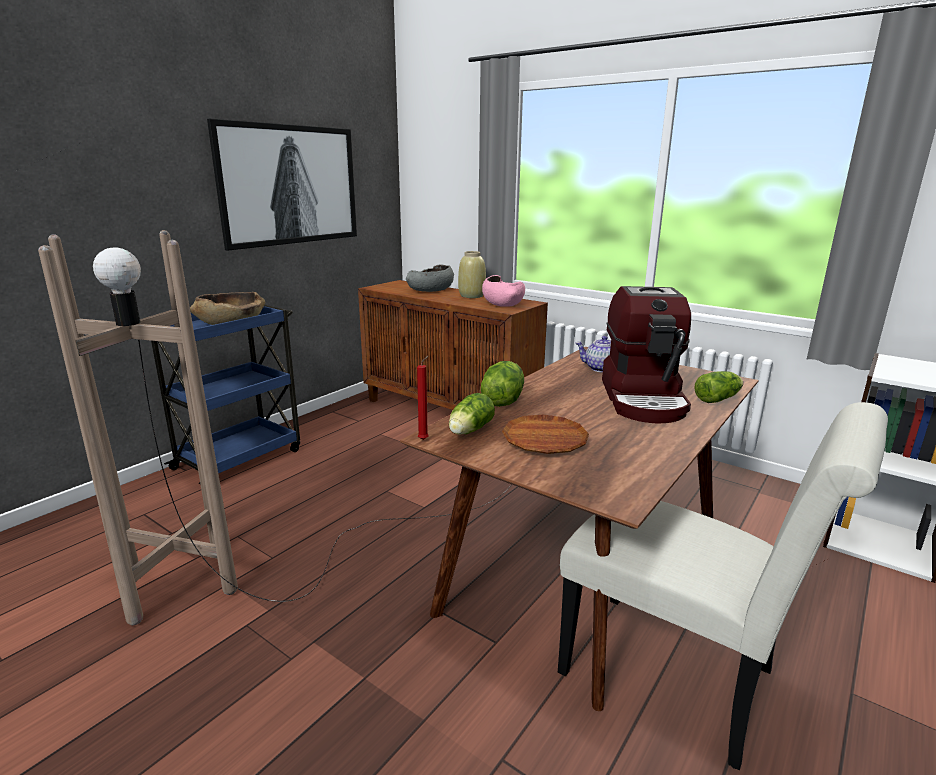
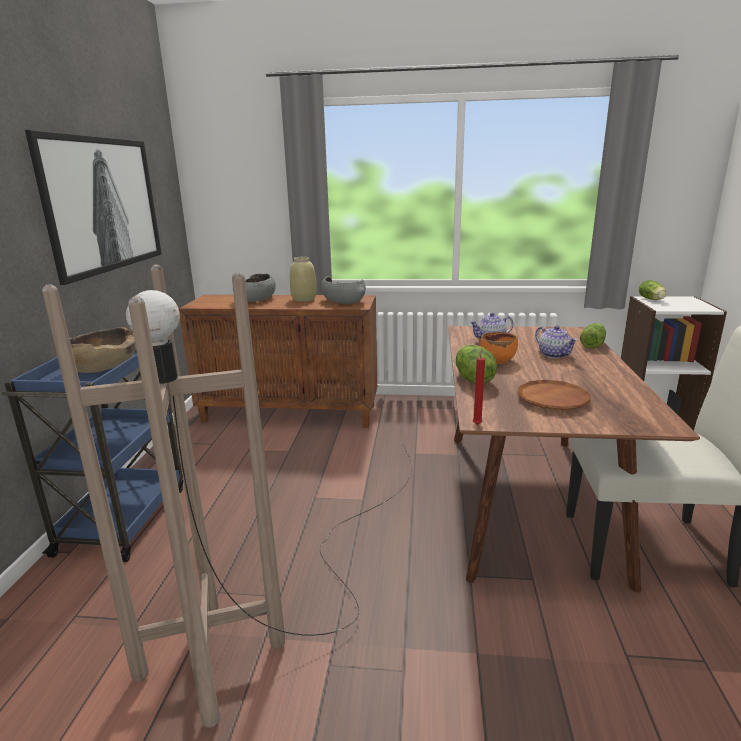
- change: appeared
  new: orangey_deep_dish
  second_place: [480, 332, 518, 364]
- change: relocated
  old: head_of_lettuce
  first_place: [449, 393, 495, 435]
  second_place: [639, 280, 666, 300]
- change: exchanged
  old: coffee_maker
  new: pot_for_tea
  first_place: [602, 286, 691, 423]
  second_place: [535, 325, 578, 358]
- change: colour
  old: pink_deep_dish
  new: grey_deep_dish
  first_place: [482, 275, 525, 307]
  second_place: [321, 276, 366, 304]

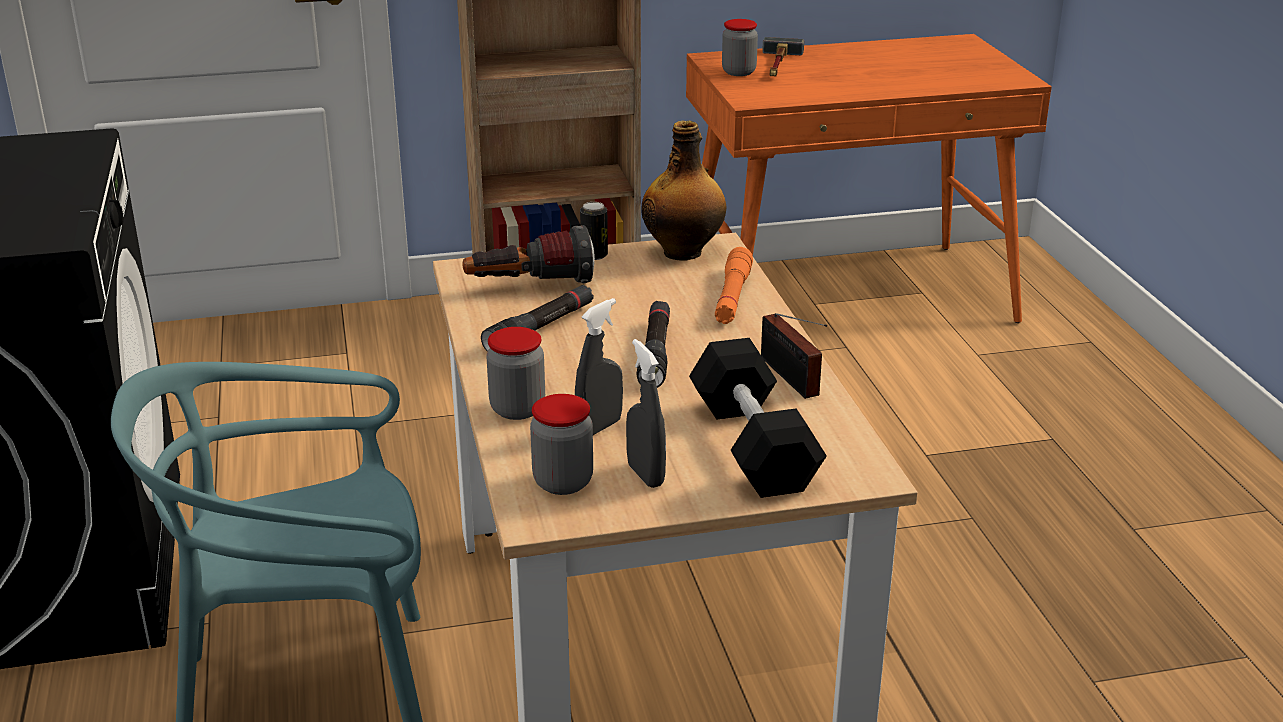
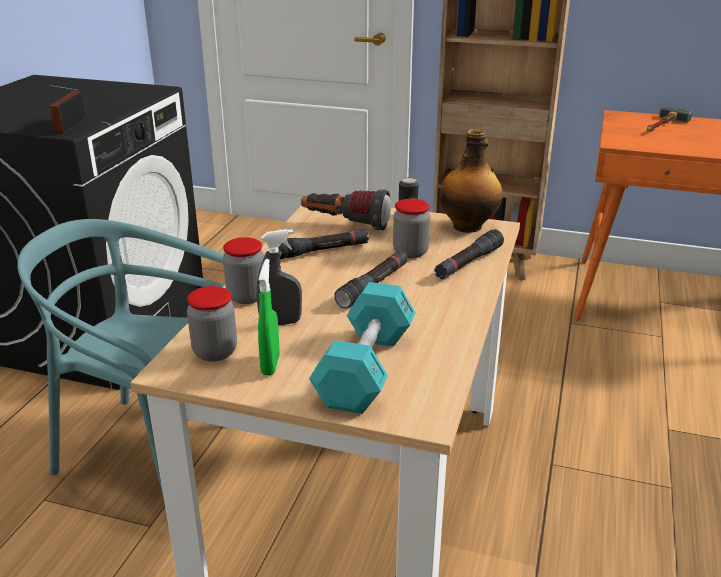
- change: relocated
  old: storage_jar
  first_place: [722, 19, 758, 76]
  second_place: [393, 199, 430, 258]
- change: relocated
  old: radio_set
  first_place: [761, 313, 827, 399]
  second_place: [48, 85, 87, 134]
- change: colour
  old: grey_hand_sprayer
  new: greenish_hand_sprayer
  first_place: [626, 339, 666, 488]
  second_place: [258, 259, 280, 375]
- change: colour
  old: blackish_dumbbell
  new: turquoise-coloured_dumbbell
  first_place: [689, 338, 827, 498]
  second_place: [309, 282, 415, 414]
- change: colour
  old: orangey_hand_torch
  new: blackish_hand_torch
  first_place: [715, 247, 753, 324]
  second_place: [434, 229, 504, 279]

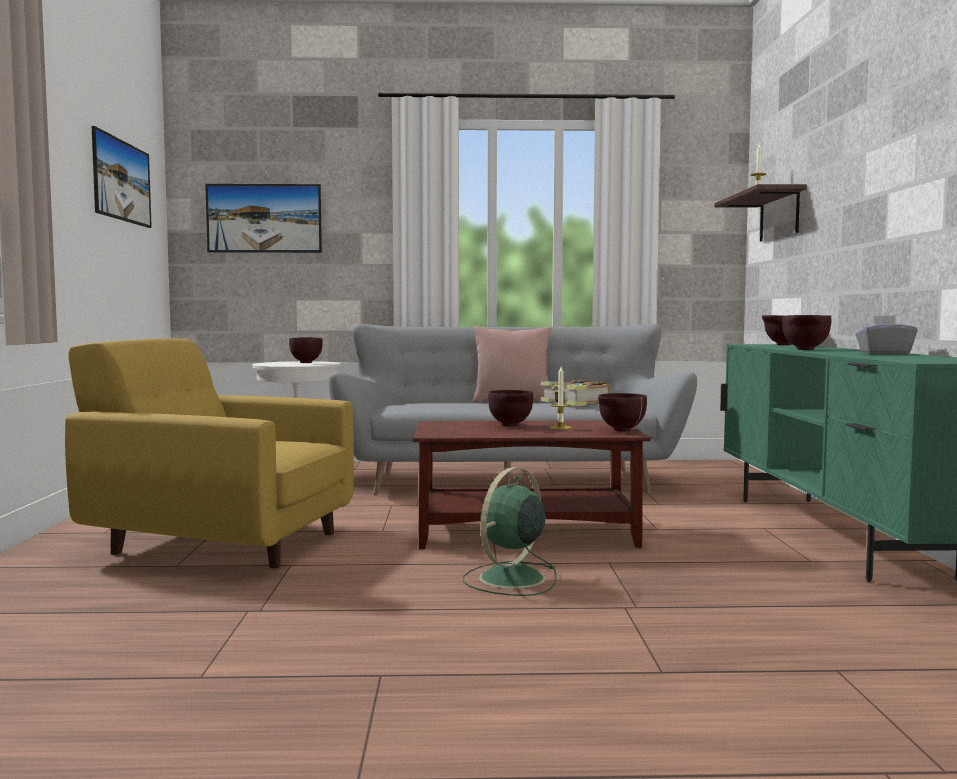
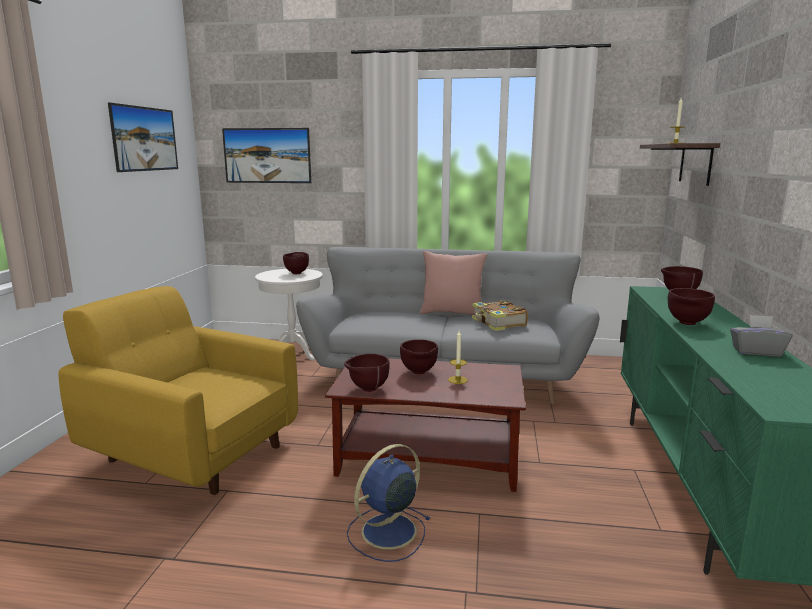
- change: relocated
  old: brown-coloured_deep_dish
  first_place: [598, 393, 647, 432]
  second_place: [344, 354, 390, 392]
- change: colour
  old: greenish_cooling_fan
  new: blue-coloured_cooling_fan
  first_place: [463, 467, 557, 596]
  second_place: [347, 444, 430, 562]

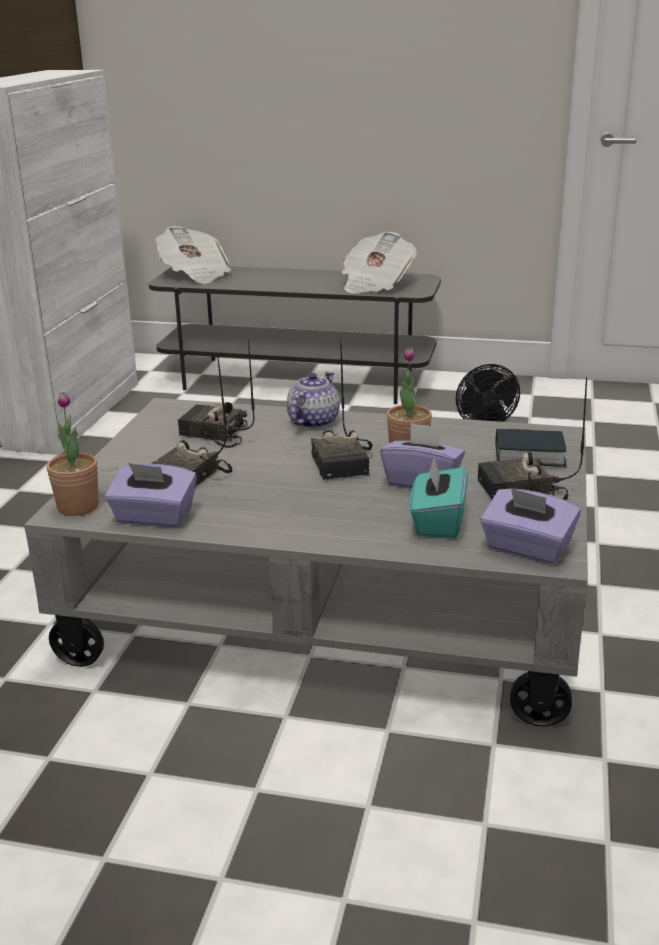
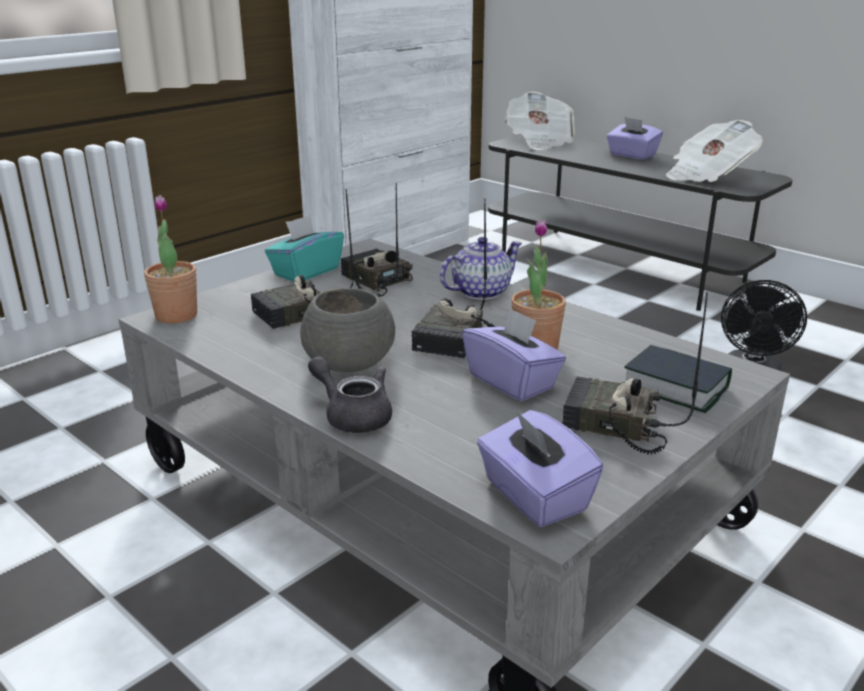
- change: appeared
  new: grey_deep_dish
  second_place: [300, 288, 395, 372]
- change: appeared
  new: grey_pot_for_tea
  second_place: [308, 356, 392, 433]
- change: relocated
  old: purple-coloured_box_of_tissues
  first_place: [105, 463, 197, 527]
  second_place: [607, 117, 663, 160]
- change: relocated
  old: turquoise-coloured_box_of_tissues
  first_place: [410, 458, 468, 538]
  second_place: [265, 215, 344, 282]

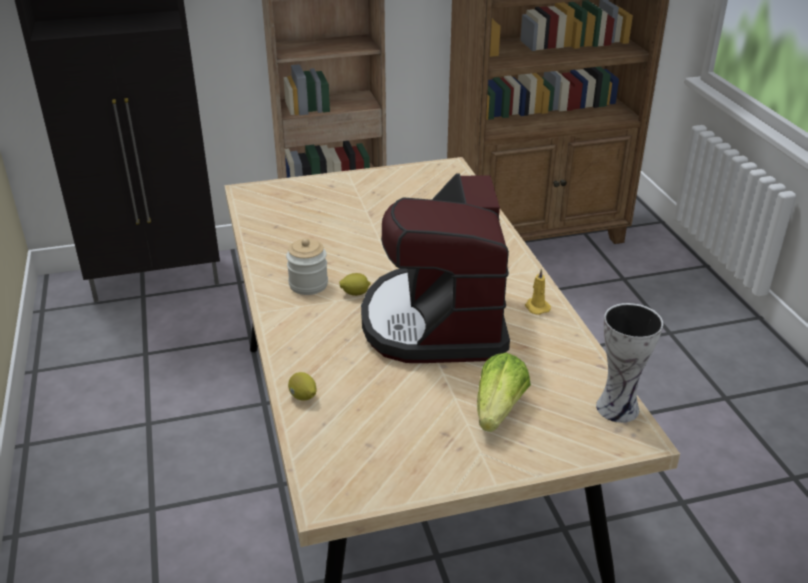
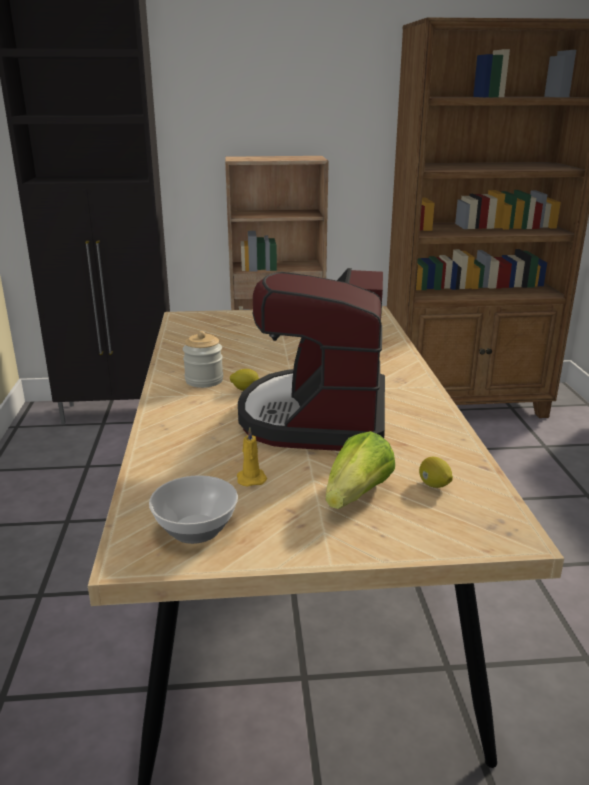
- change: missing
  old: vase
  first_place: [596, 303, 663, 423]
- change: appeared
  new: deep_dish
  second_place: [149, 475, 238, 544]
- change: relocated
  old: lemon
  first_place: [288, 372, 317, 400]
  second_place: [419, 457, 453, 488]
- change: relocated
  old: yellow-coloured_candle
  first_place: [525, 268, 551, 315]
  second_place: [237, 427, 267, 487]

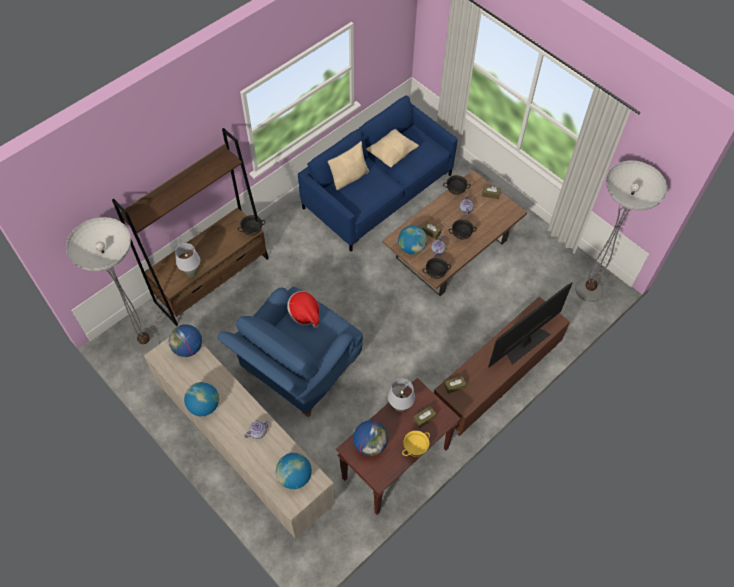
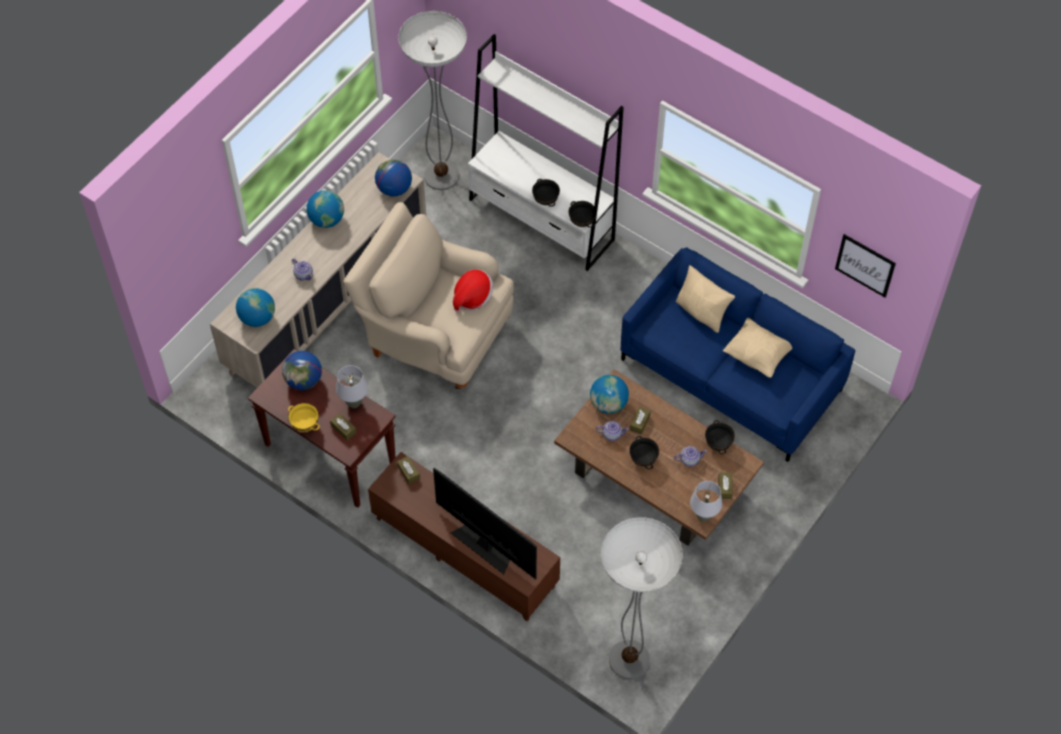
- change: appeared
  new: picture
  second_place: [835, 234, 896, 298]
- change: relocated
  old: grey_table_lamp
  first_place: [175, 243, 200, 277]
  second_place: [690, 481, 722, 522]
- change: relocated
  old: blackish_deep_dish
  first_place: [422, 257, 451, 279]
  second_place: [532, 179, 560, 207]
- change: colour
  old: brown-coloured_shelving_unit
  new: white_shelving_unit
  first_place: [112, 128, 269, 326]
  second_place: [468, 34, 624, 271]
- change: colour
  old: blue-coloured_armchair
  new: beige_armchair
  first_place: [218, 287, 363, 417]
  second_place: [343, 202, 514, 389]

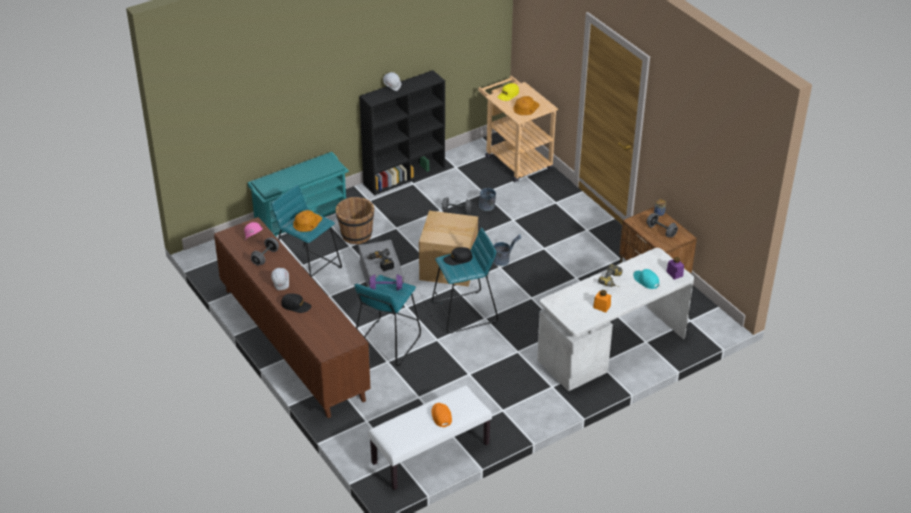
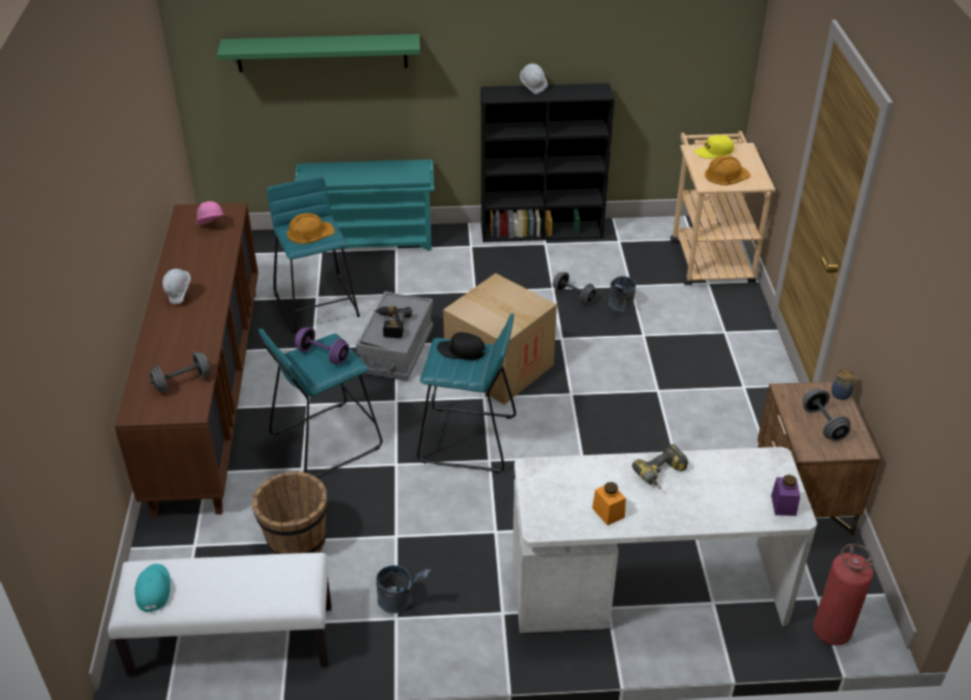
- change: missing
  old: blackish_peaked_cap
  first_place: [281, 293, 312, 313]
- change: missing
  old: orangey_peaked_cap
  first_place: [431, 403, 452, 427]
- change: appeared
  new: greenish_wall_shelf
  second_place: [217, 34, 420, 72]
- change: appeared
  new: fire_extinguisher
  second_place: [813, 544, 874, 645]
- change: relocated
  old: grey_dumbbell
  first_place: [251, 238, 279, 265]
  second_place: [150, 352, 211, 392]
- change: relocated
  old: brown-coloured_water_bucket
  first_place: [335, 197, 374, 244]
  second_place: [252, 471, 328, 554]
- change: relocated
  old: grey_water_bucket
  first_place: [493, 234, 521, 266]
  second_place: [376, 565, 431, 614]
- change: relocated
  old: turquoise-coloured_peaked_cap
  first_place: [633, 269, 659, 289]
  second_place: [135, 564, 170, 613]

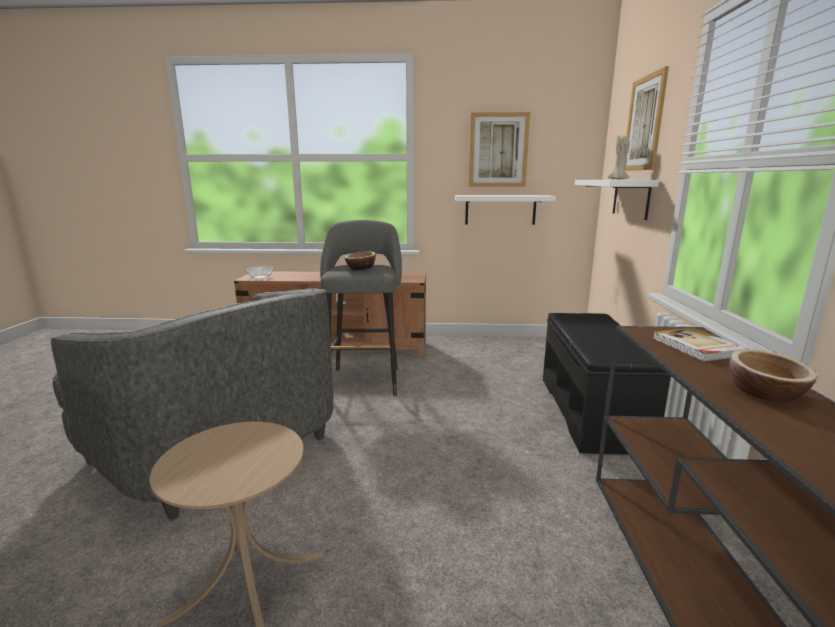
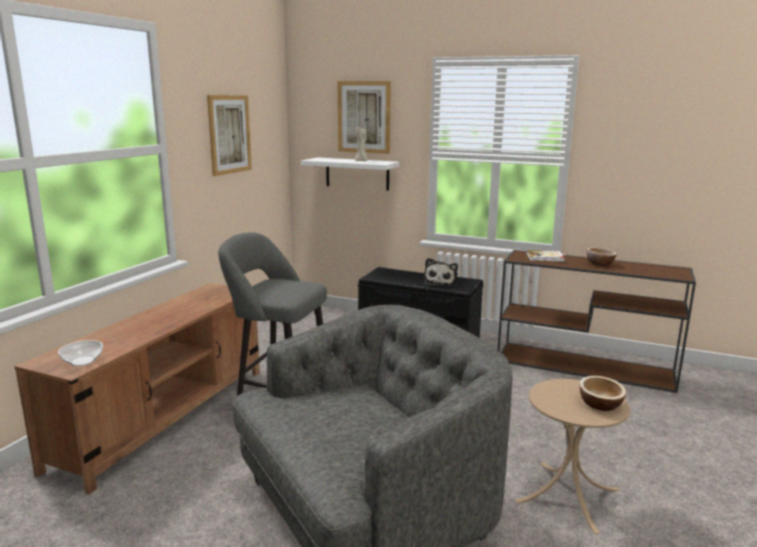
- change: missing
  old: white_wall_shelf
  first_place: [455, 195, 556, 225]
- change: appeared
  new: cuddly_toy
  second_place: [424, 258, 458, 287]
- change: relocated
  old: deep_dish
  first_place: [345, 251, 376, 270]
  second_place: [579, 376, 626, 411]

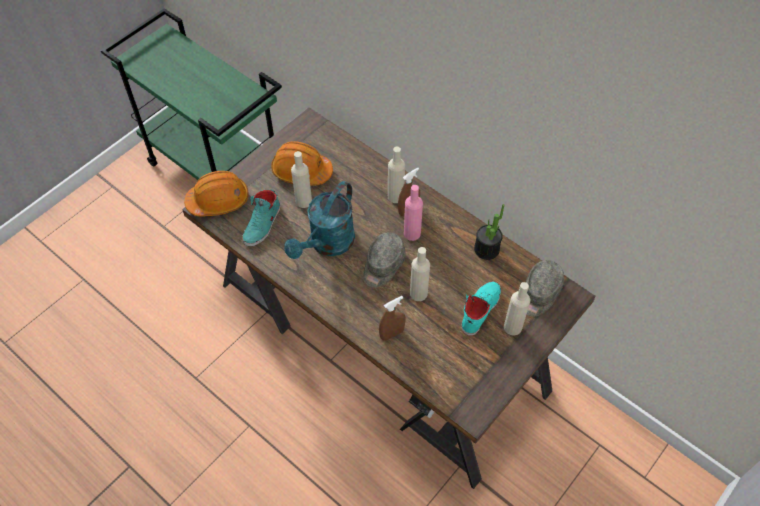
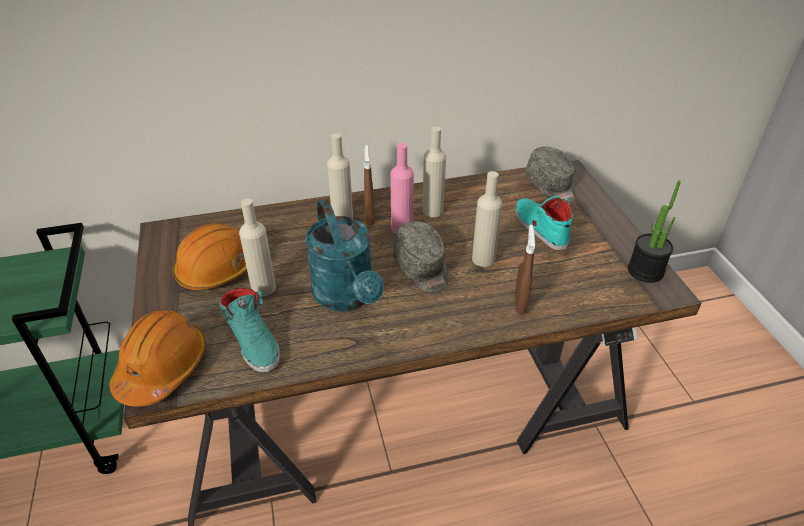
- change: relocated
  old: houseplant
  first_place: [474, 204, 504, 260]
  second_place: [628, 180, 681, 283]
- change: relocated
  old: beige_bottle
  first_place: [504, 282, 530, 335]
  second_place: [422, 126, 446, 217]

